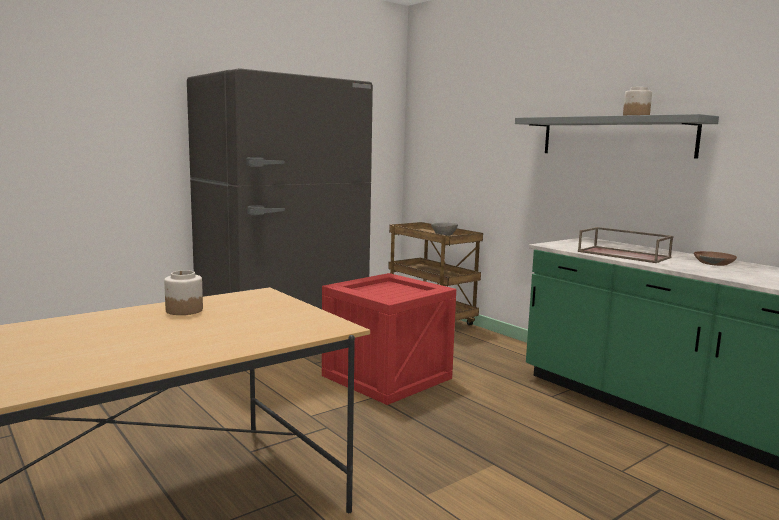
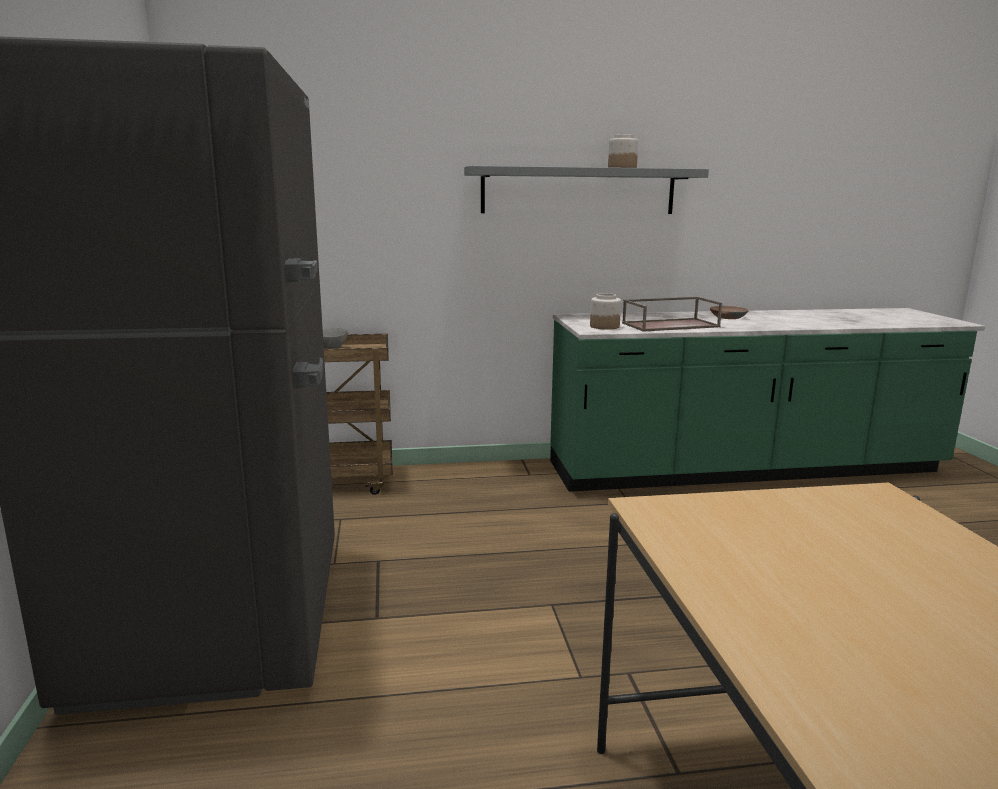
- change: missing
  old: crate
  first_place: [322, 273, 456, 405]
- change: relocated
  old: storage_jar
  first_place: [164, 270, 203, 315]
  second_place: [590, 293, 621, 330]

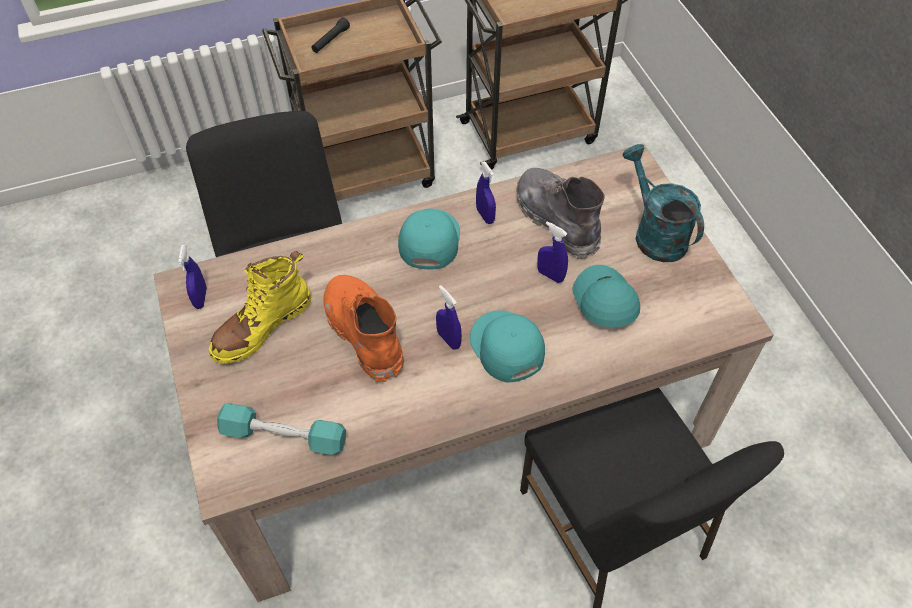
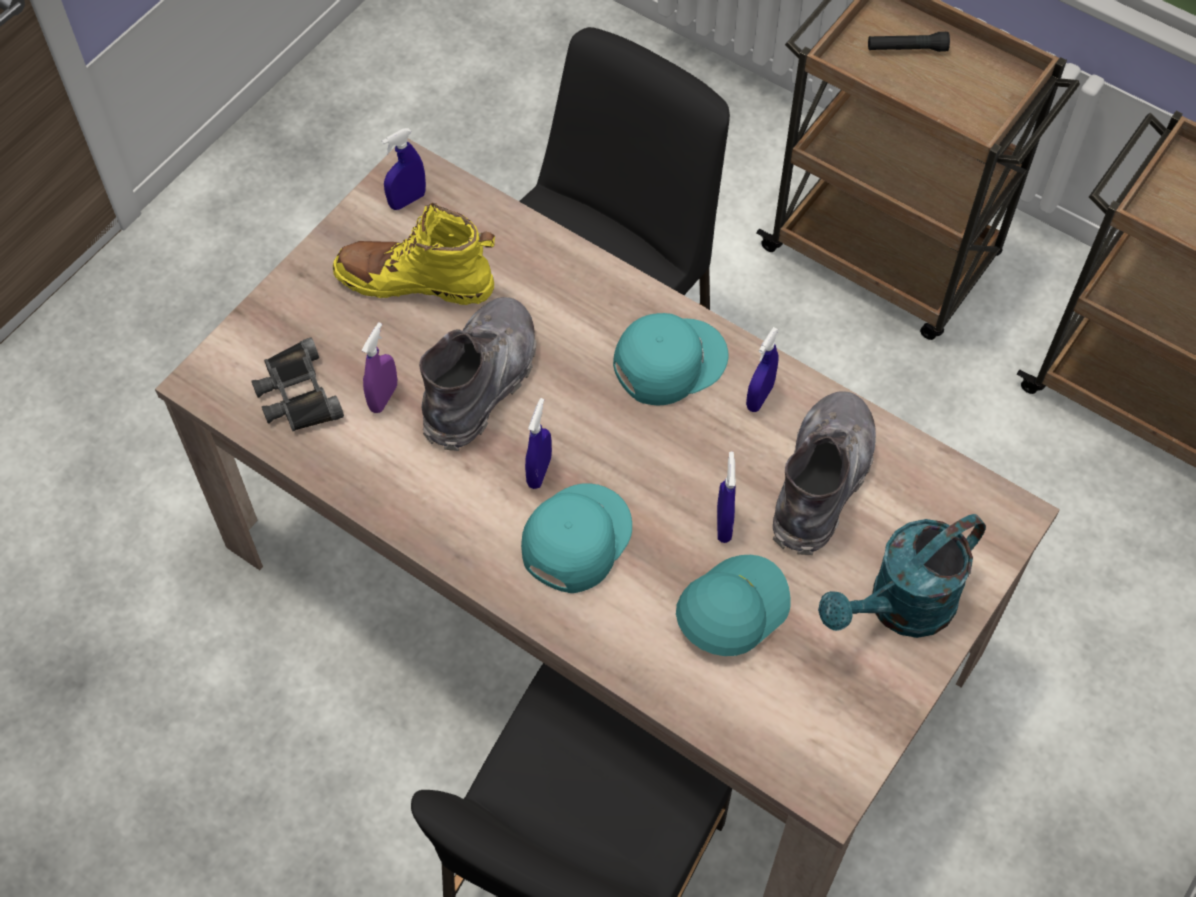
- change: appeared
  new: purple-coloured_hand_sprayer
  second_place: [362, 322, 397, 413]
- change: exchanged
  old: turquoise-coloured_dumbbell
  new: blackish_pair_of_binoculars
  first_place: [217, 403, 346, 455]
  second_place: [251, 337, 344, 431]
- change: colour
  old: orangey_tall_boot
  new: grey_tall_boot
  first_place: [323, 275, 404, 382]
  second_place: [419, 297, 536, 451]
- change: spun
  old: turquoise-coloured_watering_pot
  first_place: [622, 144, 704, 262]
  second_place: [818, 514, 986, 638]
  degrees: -150

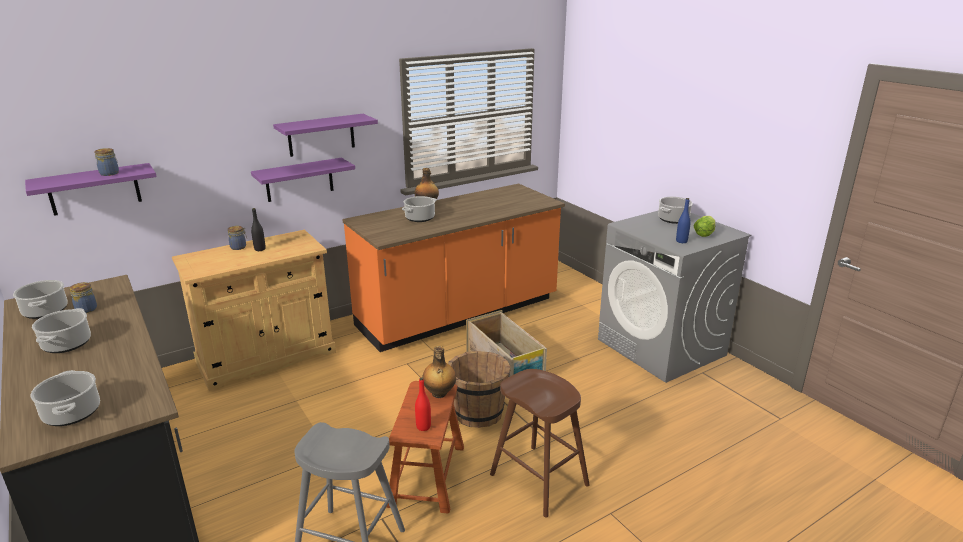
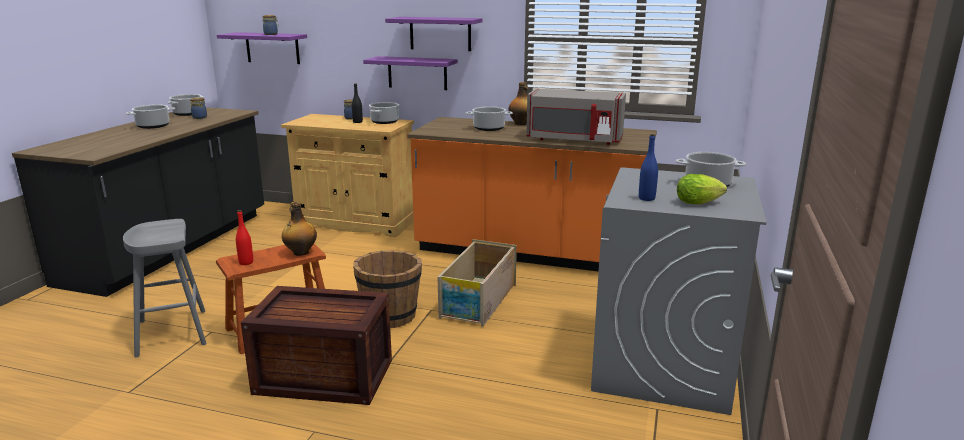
- change: appeared
  new: grey_microwave
  second_place: [527, 89, 626, 145]
- change: relocated
  old: stockpot
  first_place: [31, 370, 100, 426]
  second_place: [369, 102, 399, 124]
- change: exchanged
  old: brown-coloured_stool
  new: crate
  first_place: [490, 369, 590, 518]
  second_place: [241, 286, 392, 405]

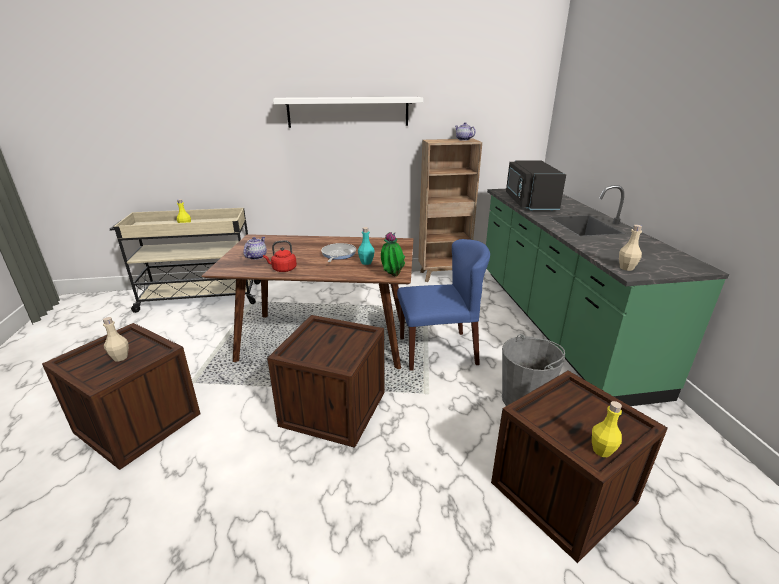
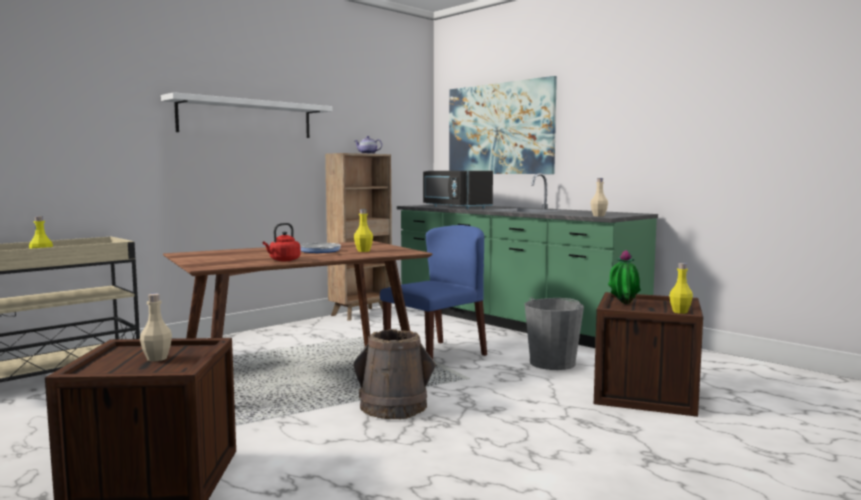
- change: missing
  old: pot_for_tea
  first_place: [243, 237, 267, 260]
- change: appeared
  new: picture
  second_place: [449, 76, 557, 174]
- change: relocated
  old: houseplant
  first_place: [381, 232, 405, 276]
  second_place: [608, 250, 641, 304]
- change: exchanged
  old: crate
  new: brown-coloured_water_bucket
  first_place: [267, 315, 385, 448]
  second_place: [353, 329, 436, 419]
- change: colour
  old: turquoise-coloured_bottle
  new: yellow-coloured_bottle
  first_place: [358, 227, 375, 265]
  second_place: [354, 209, 373, 252]

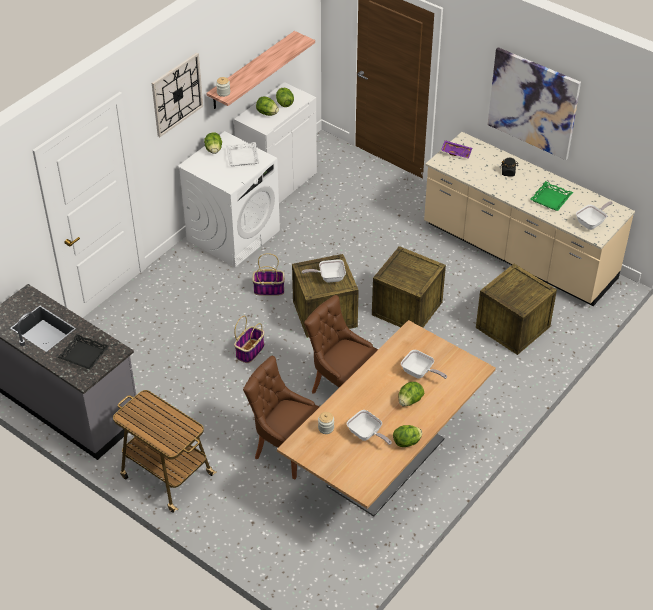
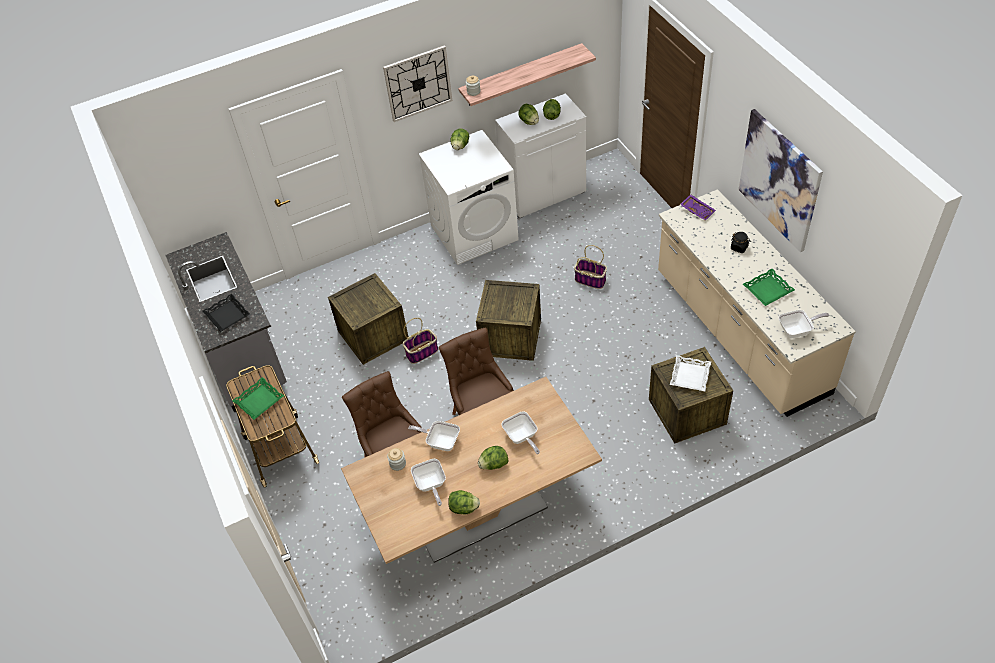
- change: appeared
  new: greenish_carrying_tray
  second_place: [232, 377, 284, 420]
- change: relocated
  old: white_carrying_tray
  first_place: [226, 142, 260, 166]
  second_place: [670, 355, 711, 391]
- change: relocated
  old: basket
  first_place: [252, 253, 285, 296]
  second_place: [574, 245, 607, 289]
- change: relocated
  old: frying_pan
  first_place: [302, 259, 346, 283]
  second_place: [408, 421, 460, 451]
- change: relocated
  old: crate
  first_place: [372, 246, 446, 328]
  second_place: [328, 273, 408, 365]

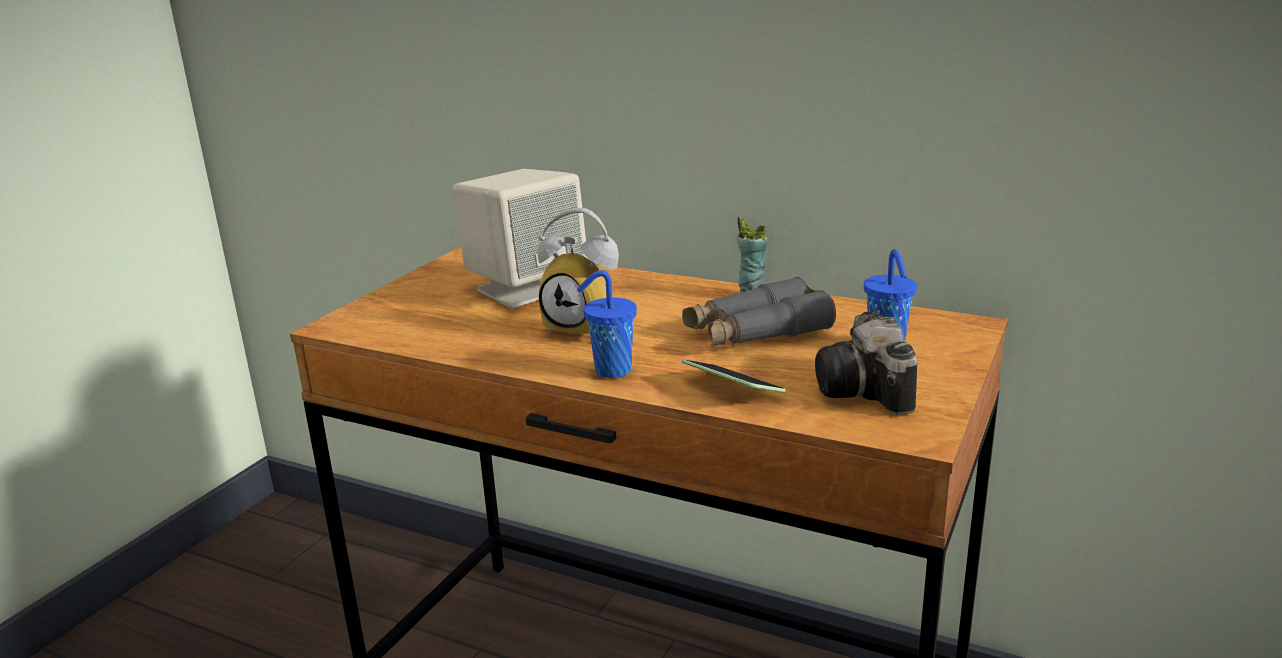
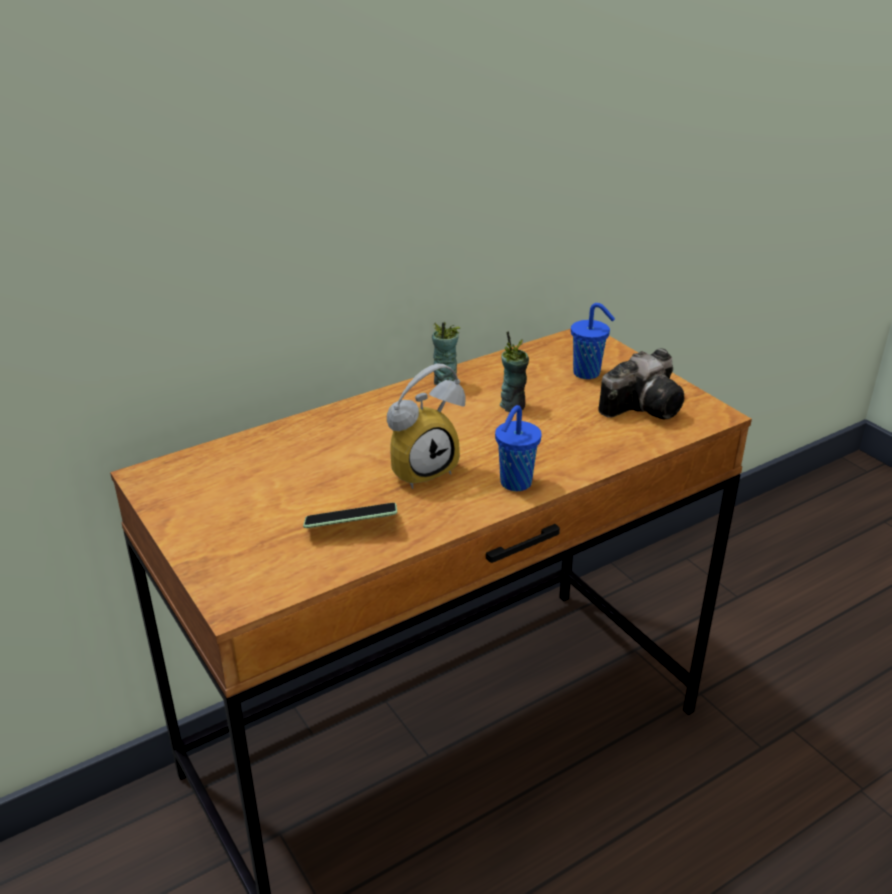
- change: missing
  old: beige_speaker
  first_place: [452, 169, 588, 308]
- change: relocated
  old: telephone
  first_place: [682, 359, 786, 392]
  second_place: [303, 503, 397, 528]
- change: exchanged
  old: grey_pair_of_binoculars
  new: drinking_cup
  first_place: [682, 277, 836, 346]
  second_place: [500, 331, 529, 412]
- change: spun
  old: photo_camera
  first_place: [815, 311, 917, 415]
  second_place: [598, 348, 684, 419]
  degrees: -60

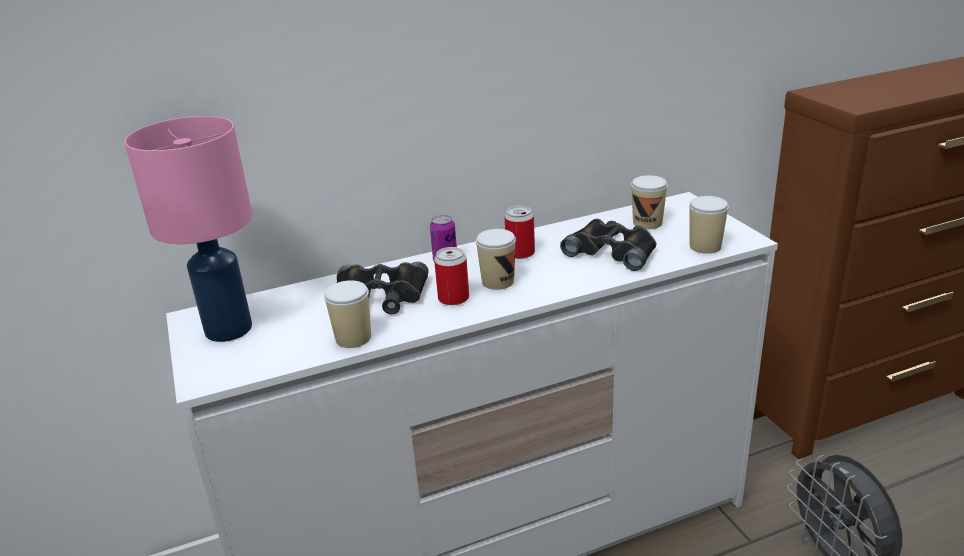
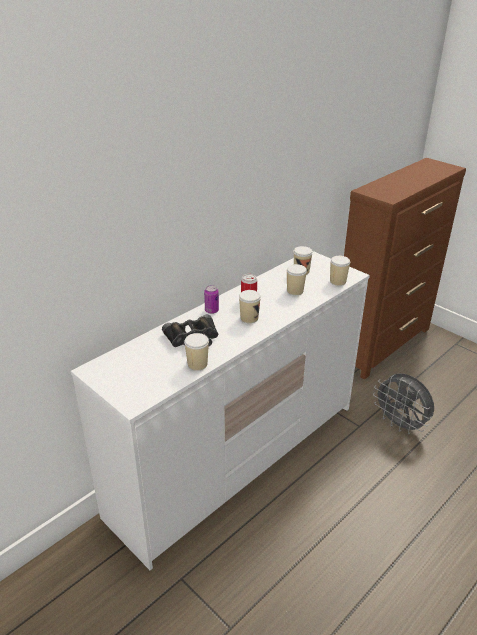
- change: missing
  old: pink_table_lamp
  first_place: [125, 116, 253, 342]
- change: missing
  old: metal_can
  first_place: [434, 247, 469, 305]
- change: exchanged
  old: blackish_pair_of_binoculars
  new: drinking_cup
  first_place: [560, 219, 657, 271]
  second_place: [286, 264, 307, 295]

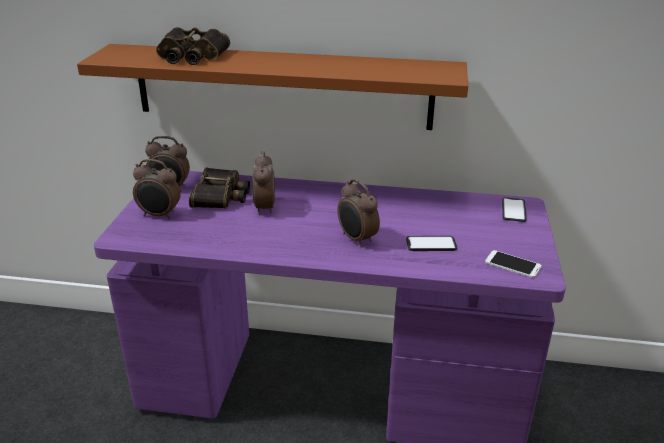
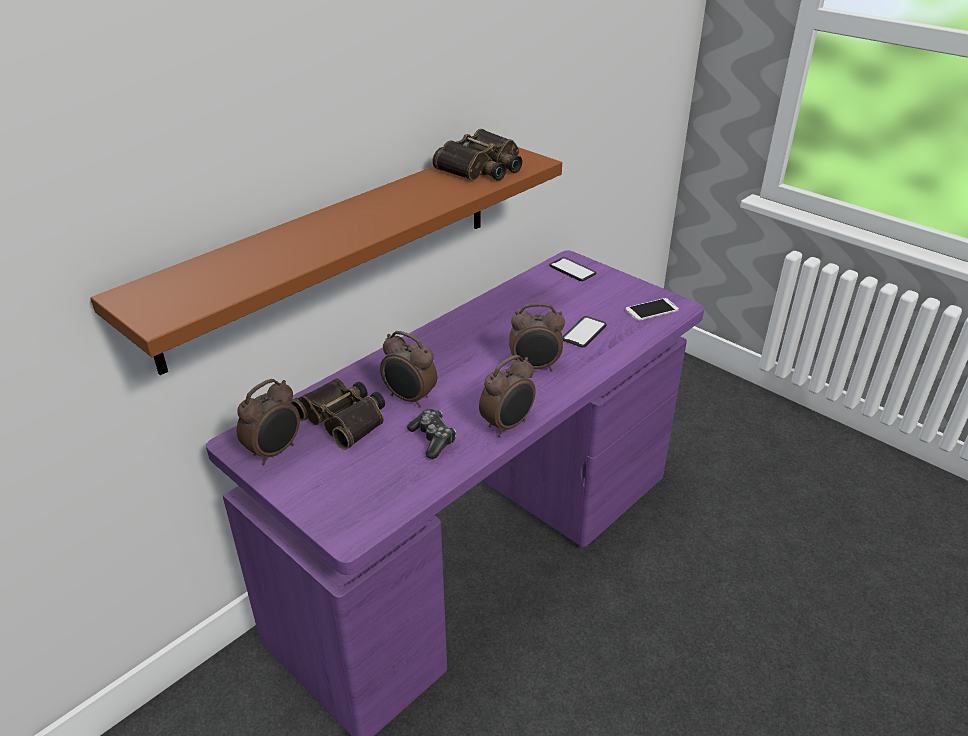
- change: appeared
  new: gamepad
  second_place: [407, 409, 456, 459]
- change: relocated
  old: alarm_clock
  first_place: [133, 159, 181, 219]
  second_place: [479, 355, 536, 437]
- change: relocated
  old: pair_of_binoculars
  first_place: [156, 27, 230, 65]
  second_place: [433, 129, 522, 181]

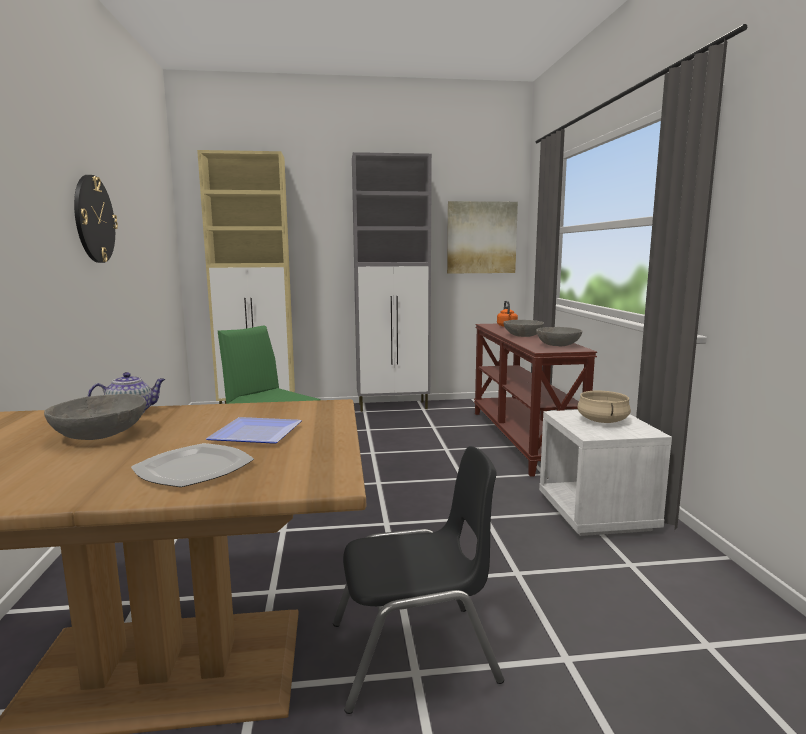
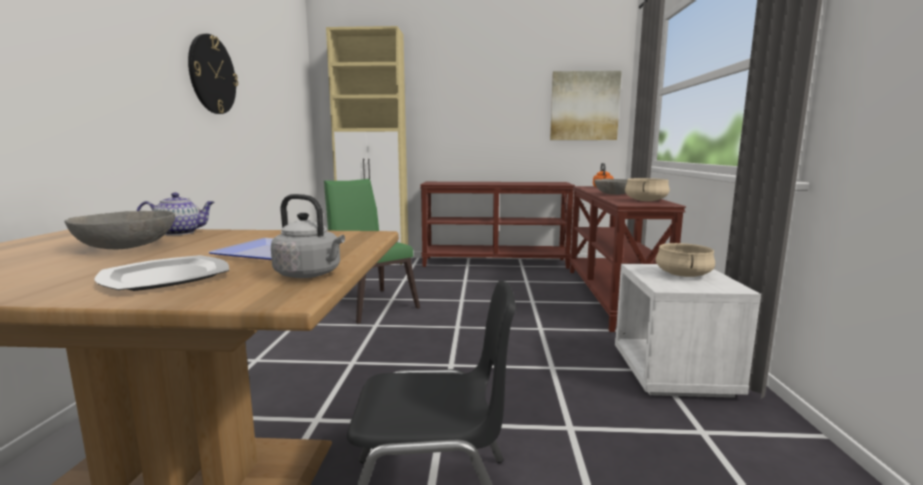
- change: appeared
  new: grey_tea_kettle
  second_place: [271, 194, 345, 278]
- change: exchanged
  old: grey_storage_cabinet
  new: brown-coloured_narrow_table
  first_place: [352, 152, 432, 412]
  second_place: [420, 182, 575, 269]
- change: exchanged
  old: grey_deep_dish
  new: beige_stockpot
  first_place: [536, 327, 582, 346]
  second_place: [625, 178, 670, 201]

